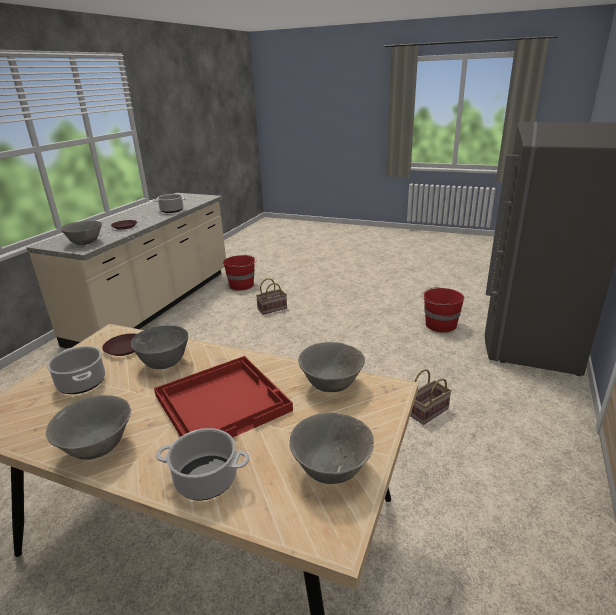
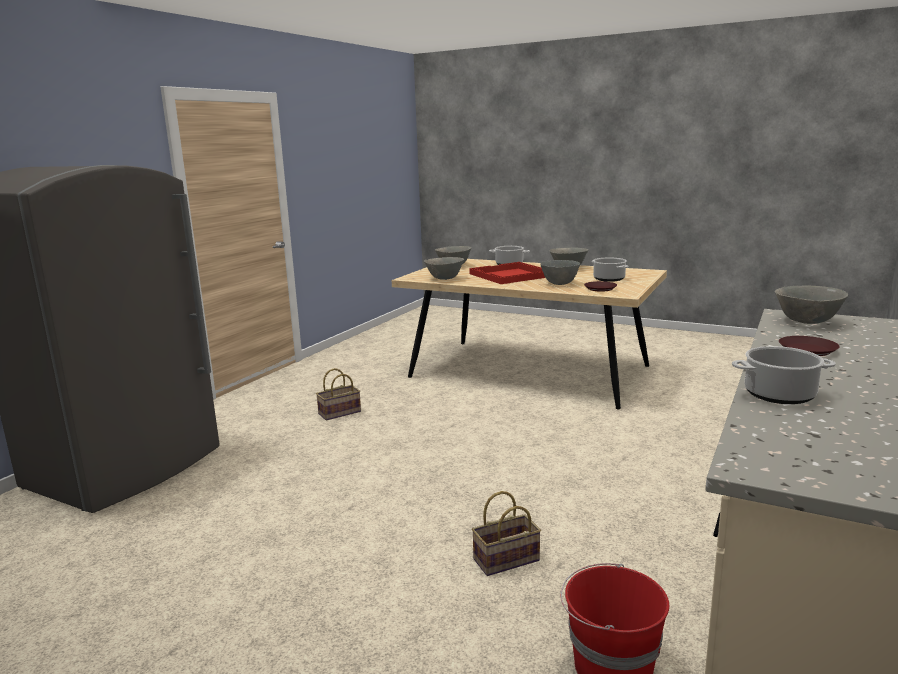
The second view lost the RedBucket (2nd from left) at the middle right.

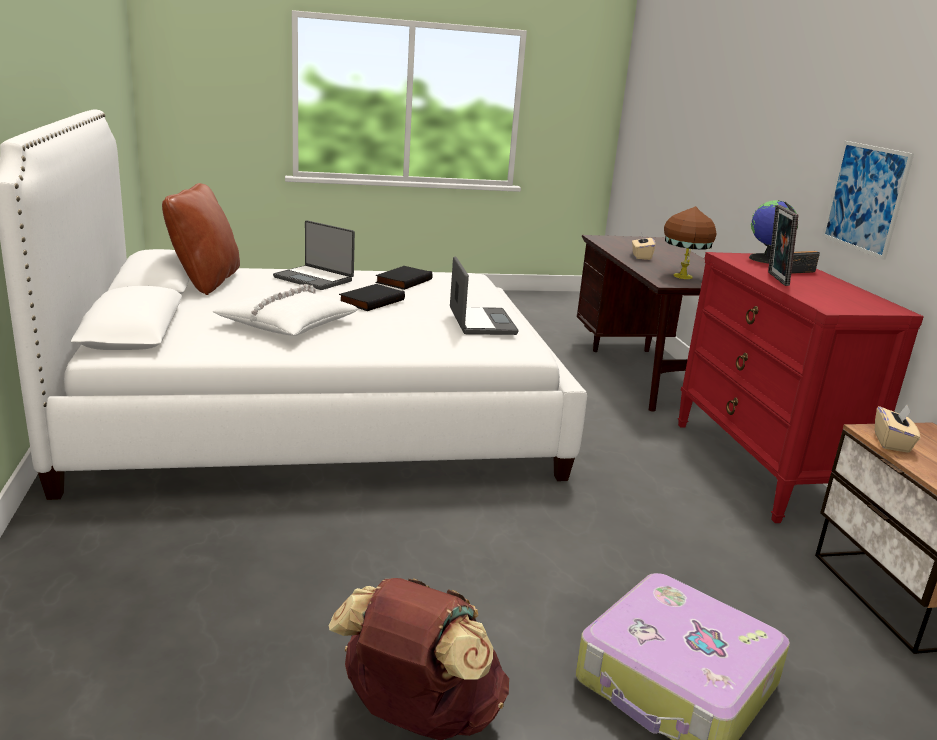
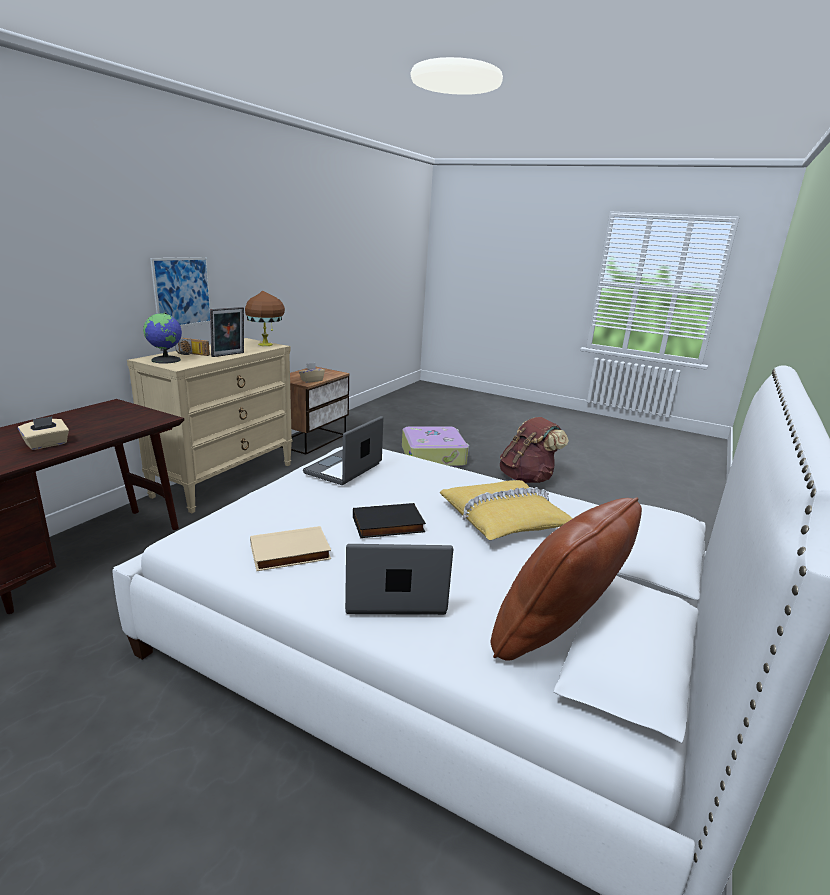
The BrownTableLamp ended up elsewhere, having gone from the top right to the middle left. What was the WhitePillow at the middle left turned into the YellowPillow at the centre. What was the BlackBook (2nd from left) at the centre turned into the BeigeBook at the centre. What was the RedDresser at the middle right turned into the BeigeDresser at the middle left. The Laptop (1st from left in the first image) at the centre ended up facing another way, 75 degrees counterclockwise from before.

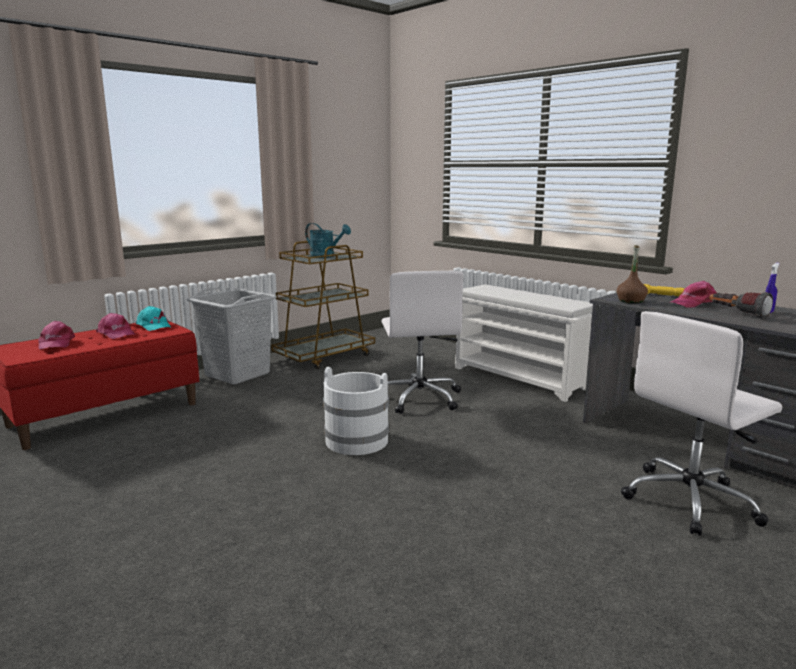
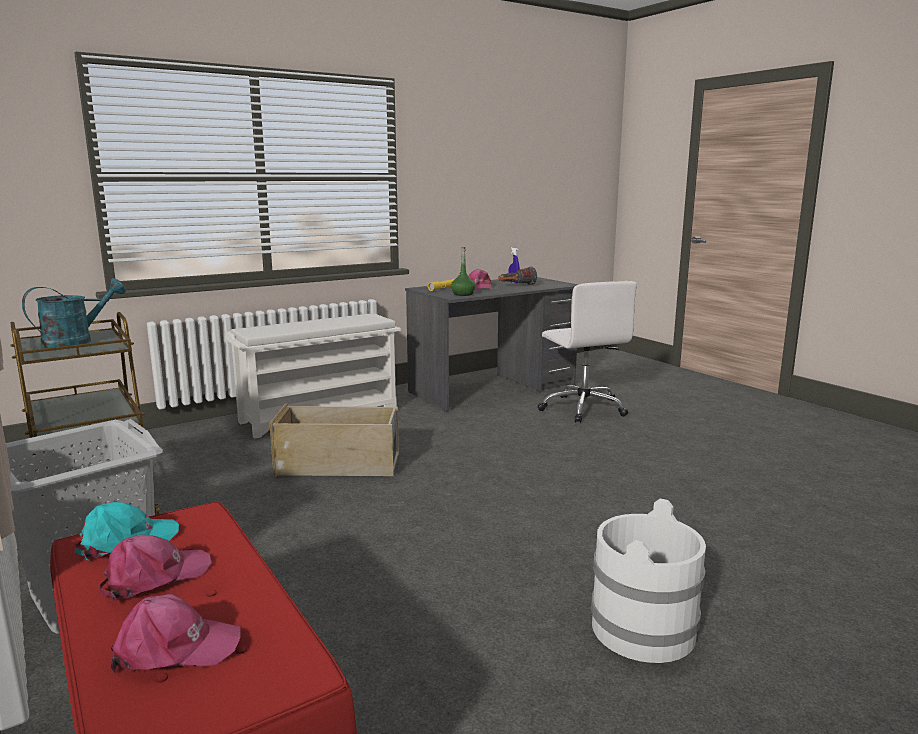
The WhiteBucket ended up elsewhere, having gone from the centre to the bottom right. Where the WhiteOfficeChair (1st from left) stood at the centre, the BeigeStorageBox came to stand at the centre. What was the BrownBottle at the middle right turned into the GreenBottle at the centre.

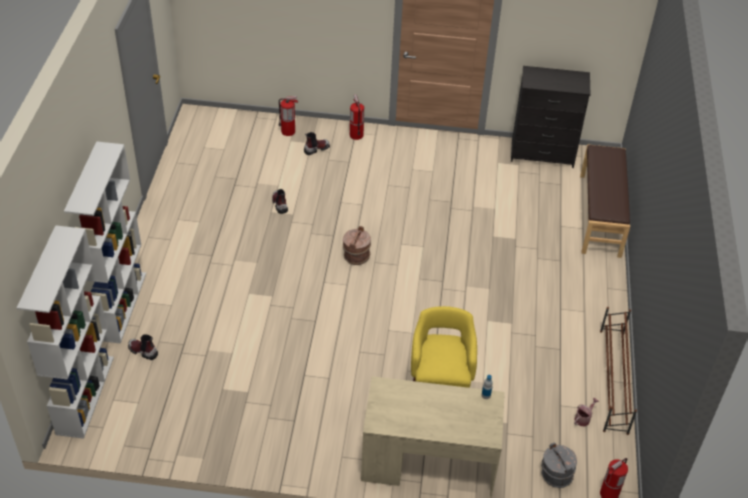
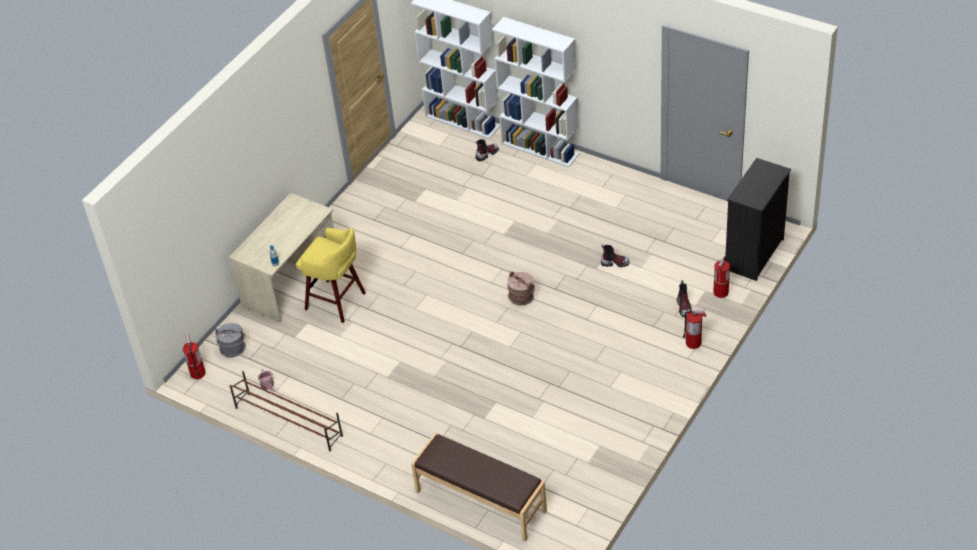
The BlackDresser ended up elsewhere, having gone from the top right to the middle right.

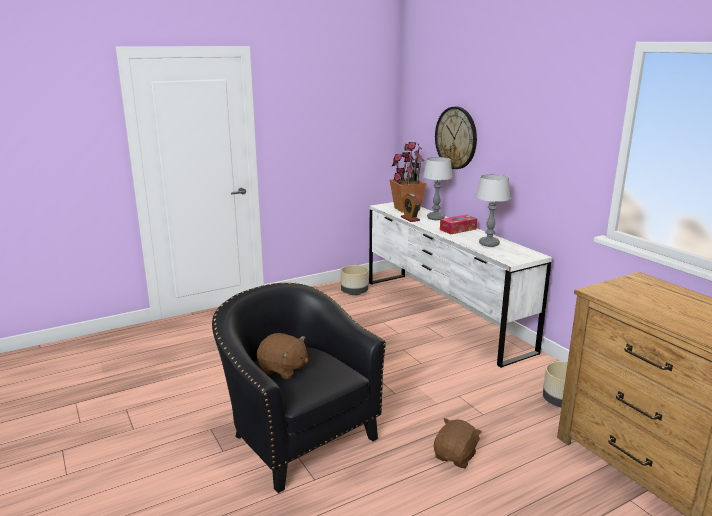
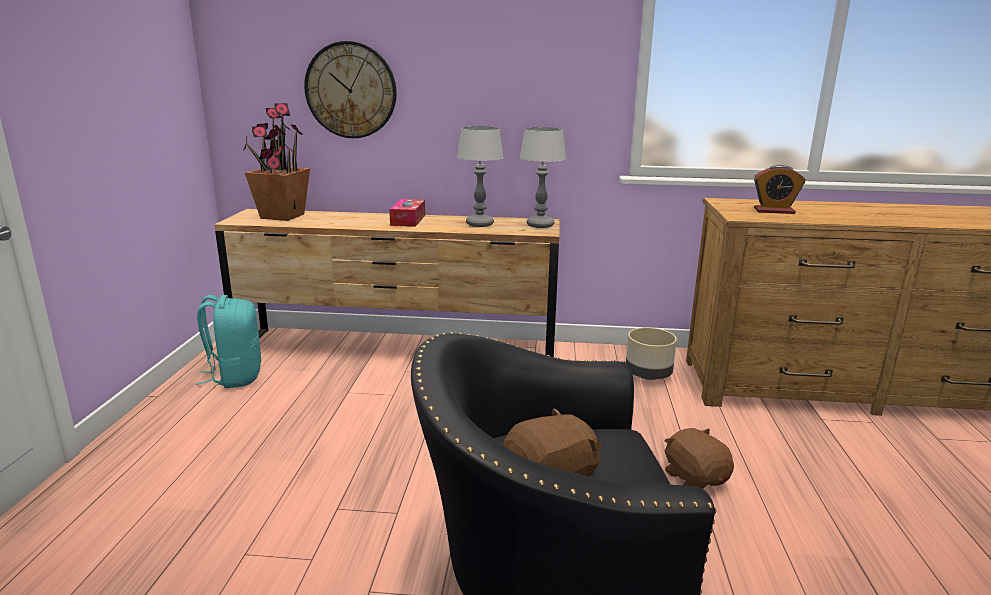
The AlarmClock ended up elsewhere, having gone from the centre to the top right. The TableLamp (1st from left in the first image) ended up elsewhere, having gone from the centre to the top centre. Where the BeigePlanter (1st from left) stood at the centre, the TurquoiseBackpack came to stand at the middle left. What was the WhiteDresser at the centre turned into the BrownDresser (1st from left) at the centre.

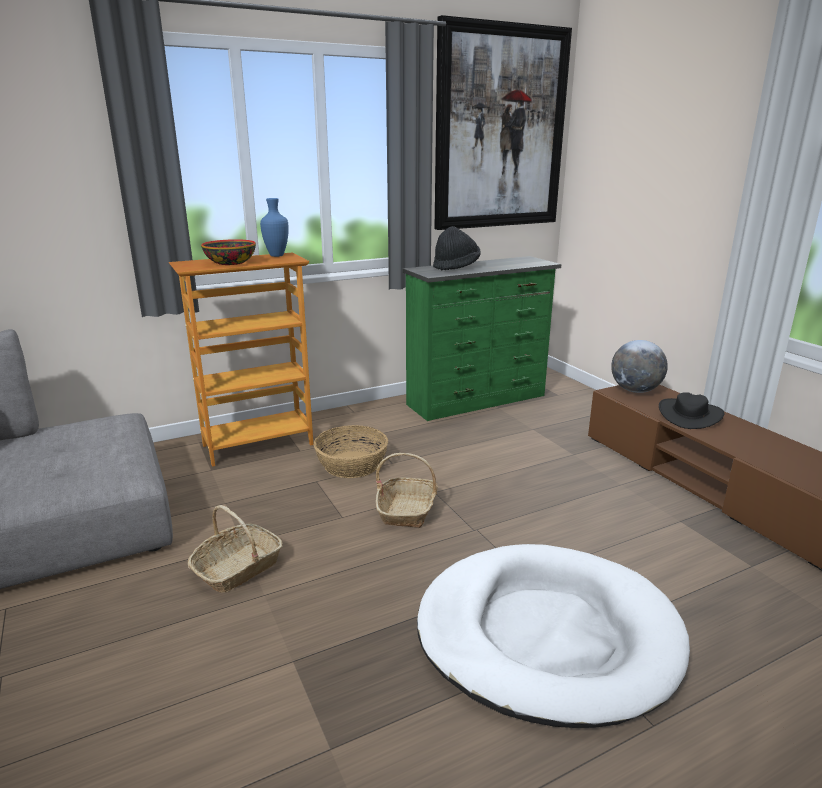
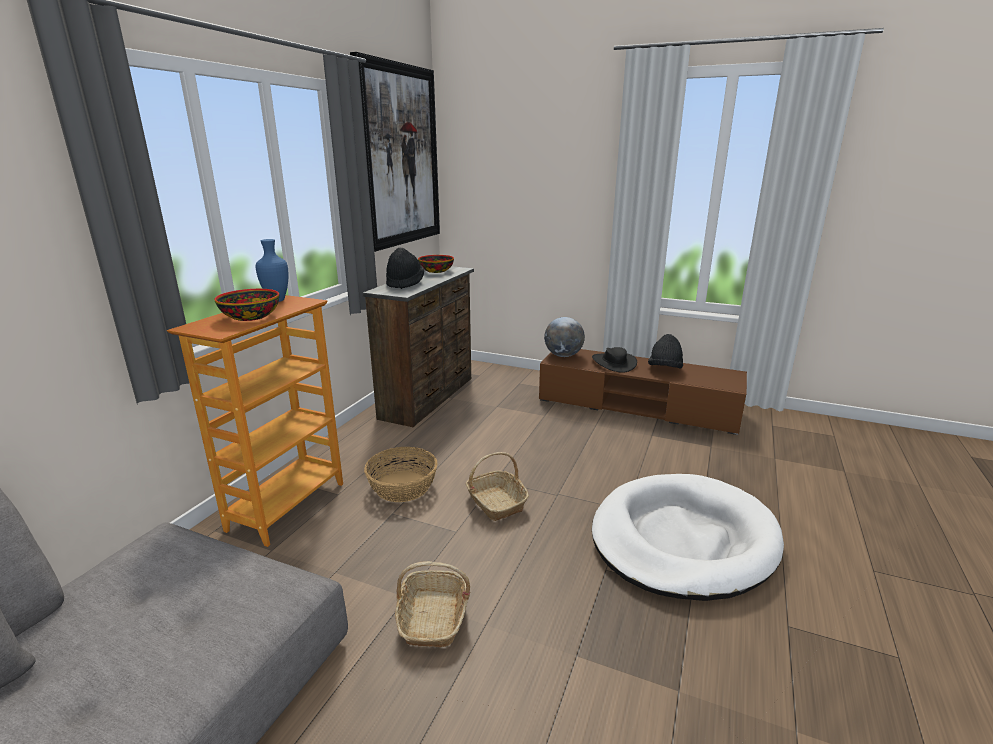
The second view gained the Bowl (2nd from left) at the centre. The second view gained the BlackHat (3rd from left) at the middle right. What was the GreenDresser at the centre turned into the BrownDresser at the centre.

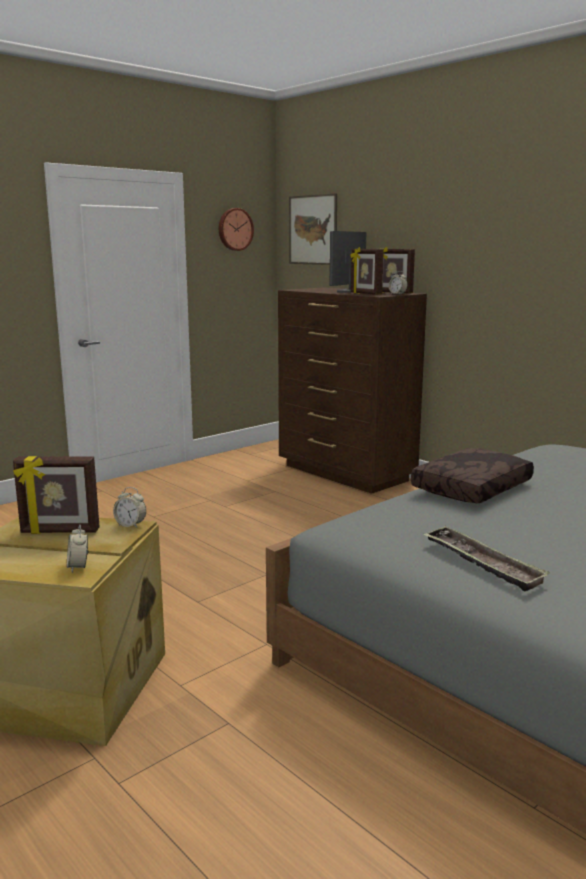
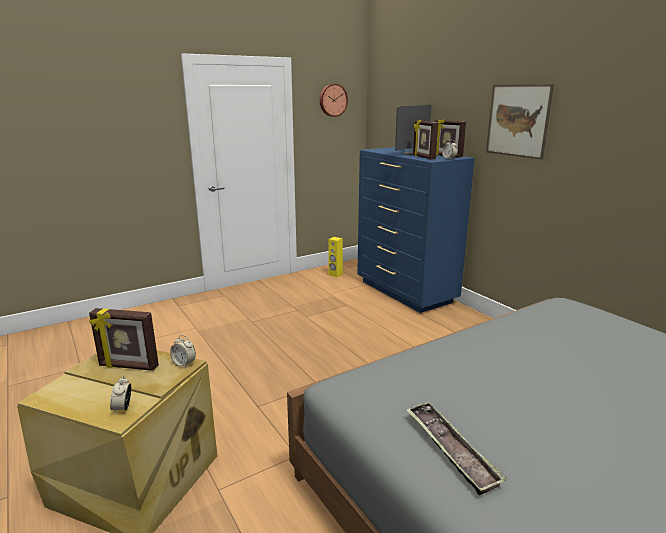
The second view lost the BrownPillow at the middle right. The second view gained the YellowSpeaker at the centre. The Picture ended up elsewhere, having gone from the top centre to the top right. What was the BrownDresser at the centre turned into the BlueDresser at the centre.

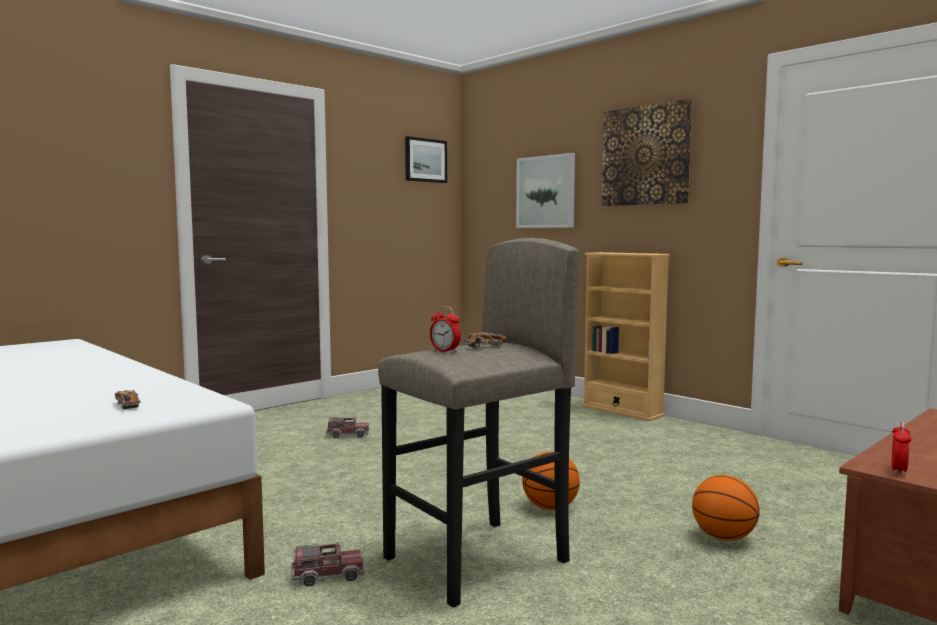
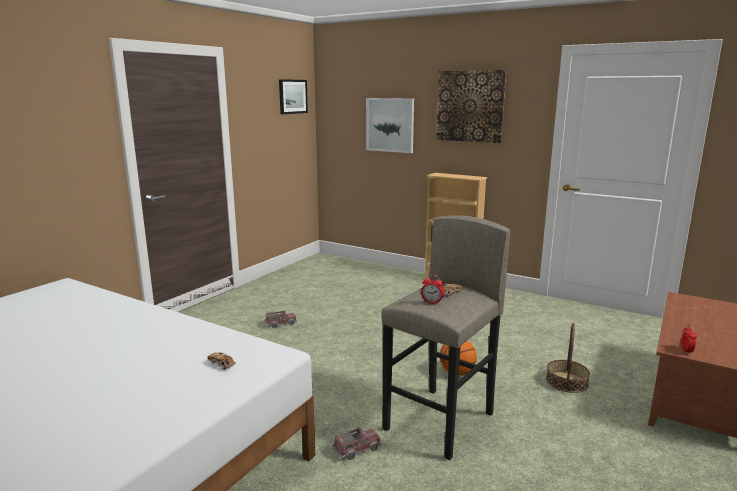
Where the Basketball (2nd from left) stood at the bottom right, the Basket came to stand at the bottom right.

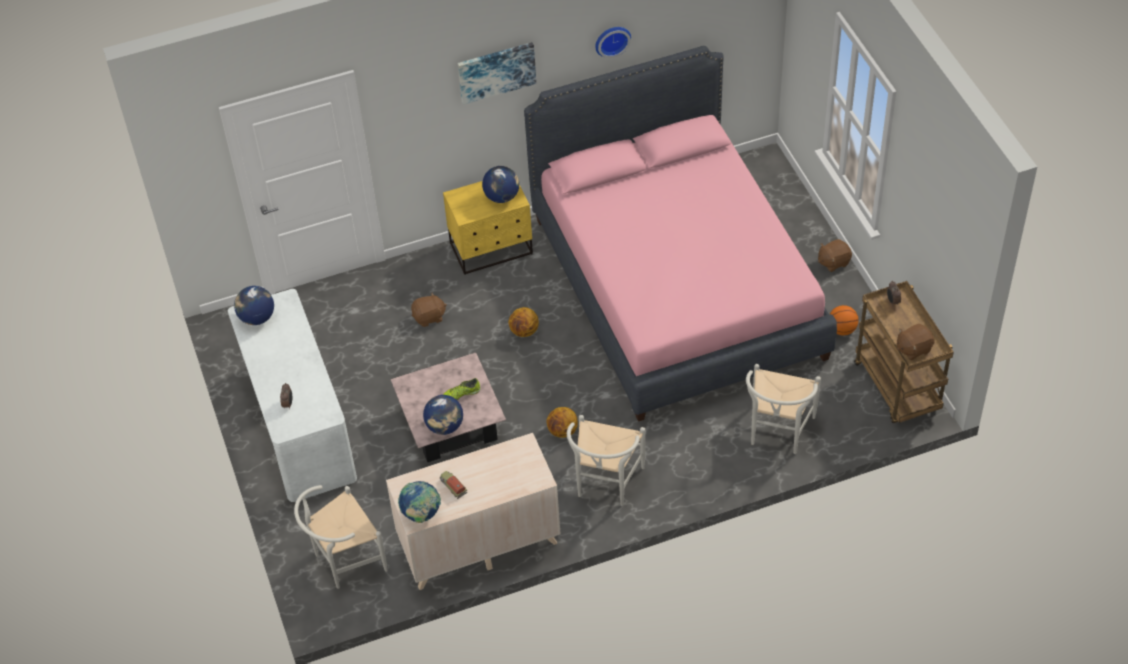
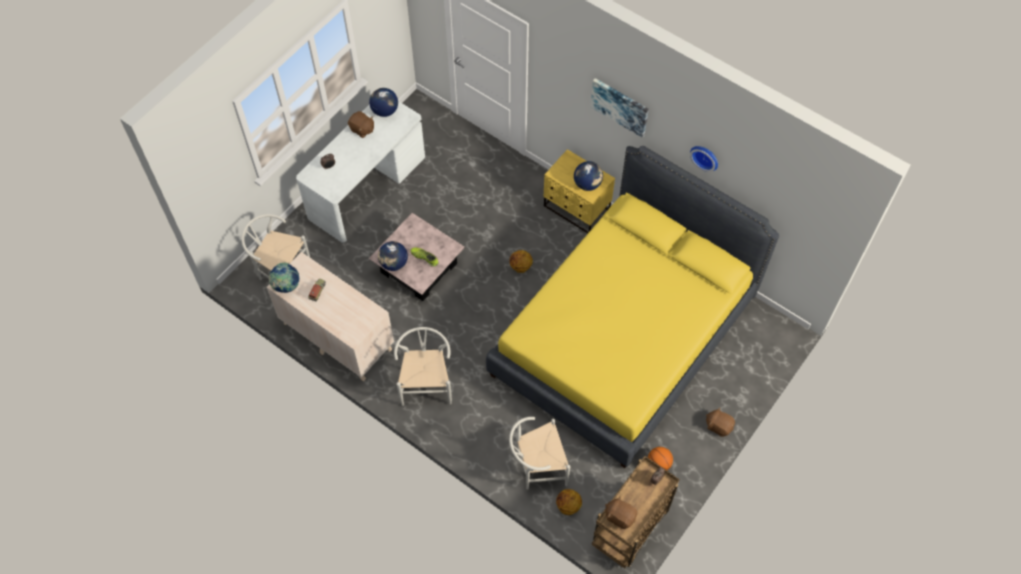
The BrownPlushToy (1st from left) ended up elsewhere, having gone from the centre to the top centre. The Basketball (2nd from left) ended up elsewhere, having gone from the centre to the bottom centre. What was the PinkBed at the centre turned into the YellowBed at the centre. The WhiteChair (2nd from left) at the bottom centre ended up facing another way, 105 degrees clockwise from before.

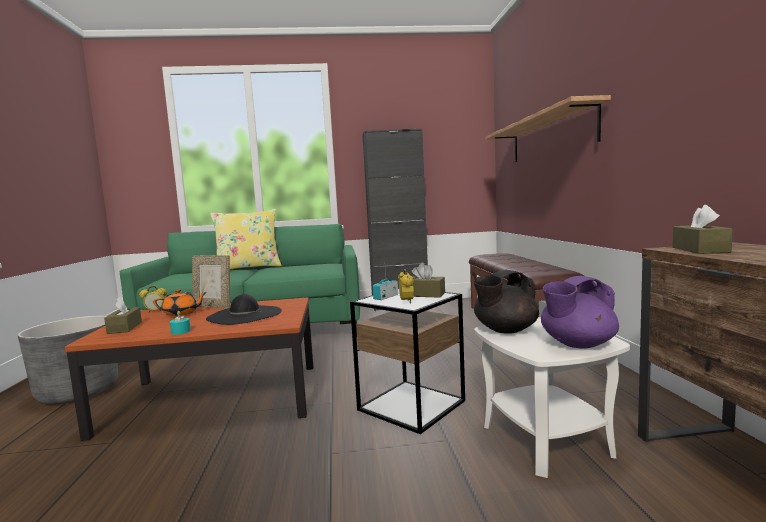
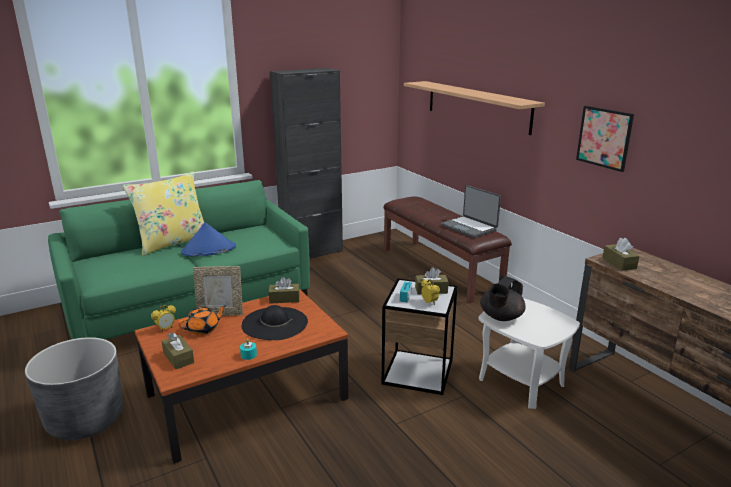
The second view lost the PurpleTeapot at the middle right. The second view gained the BlueHat at the middle left. The second view gained the BrownTissueBox (2nd from left) at the centre. The second view gained the Laptop at the centre. The second view gained the Picture at the top right.

